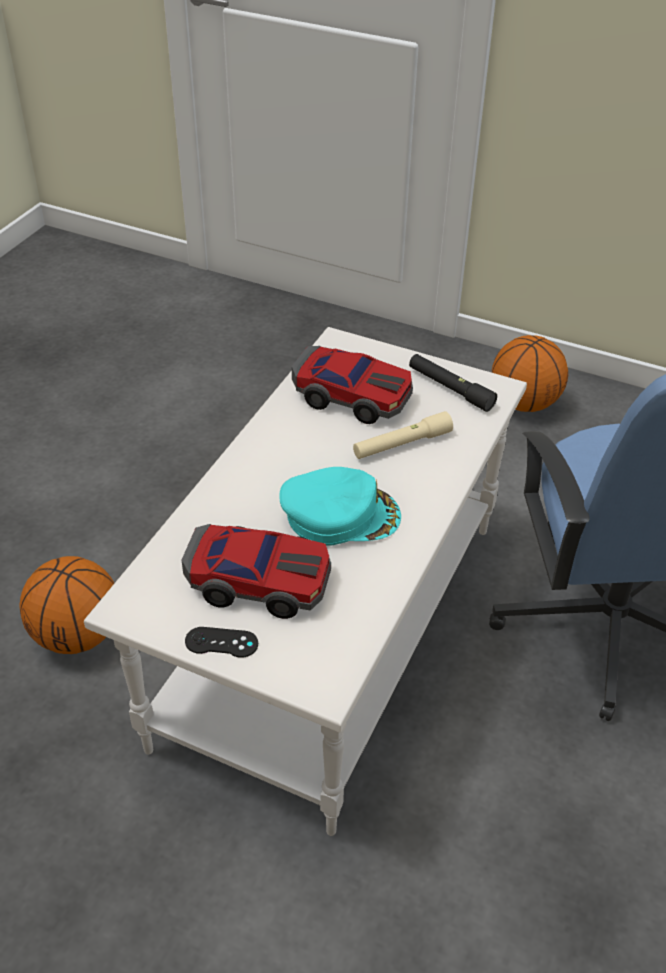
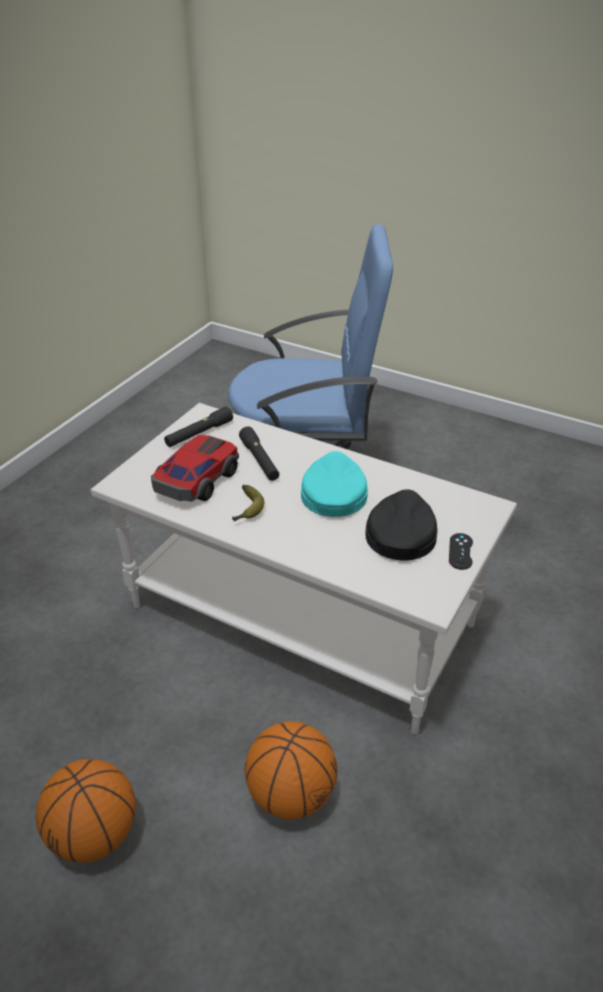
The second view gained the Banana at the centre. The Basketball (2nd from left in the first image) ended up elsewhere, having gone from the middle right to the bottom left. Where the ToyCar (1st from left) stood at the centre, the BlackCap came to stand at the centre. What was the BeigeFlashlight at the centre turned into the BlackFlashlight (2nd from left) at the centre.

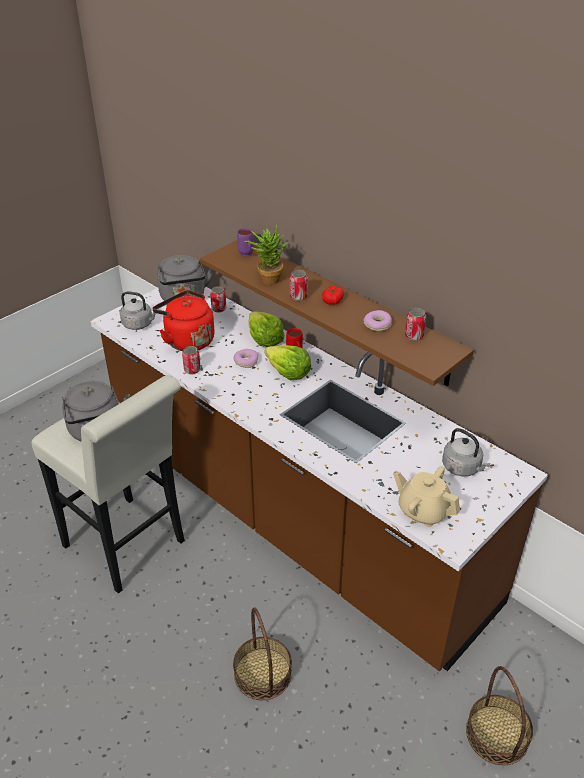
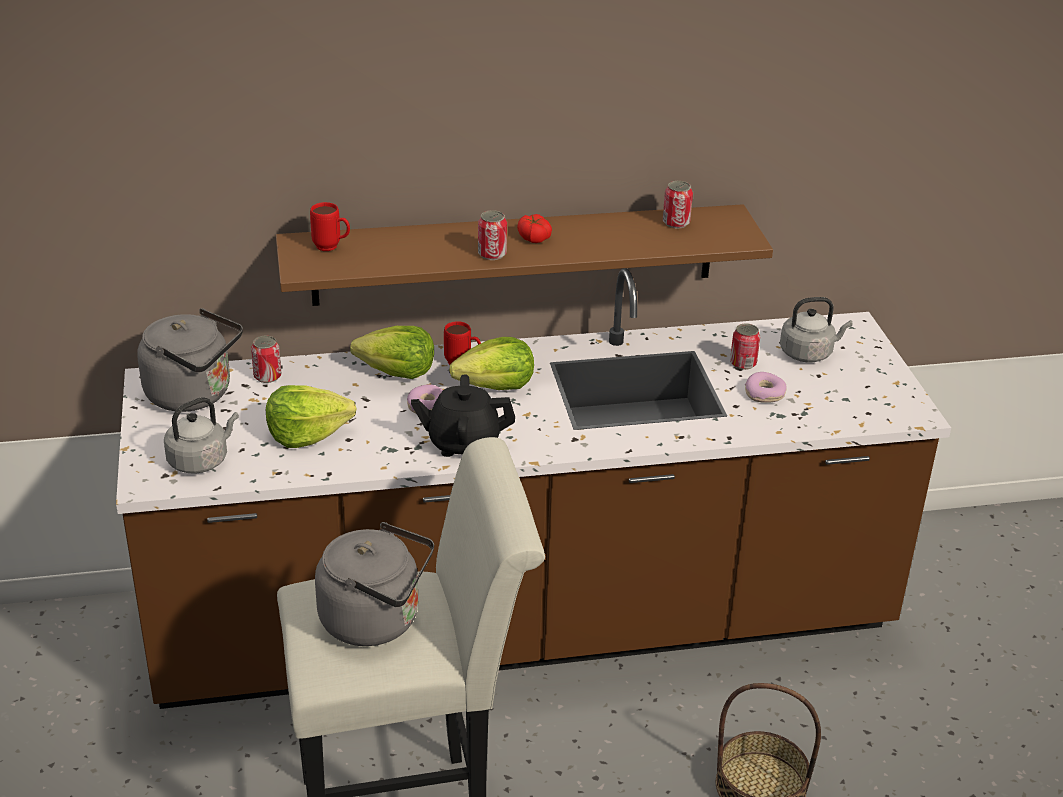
The second view lost the PottedPlant at the top centre. The second view lost the BeigeTeapot at the middle right. The second view lost the Basket (2nd from left) at the bottom right. The second view gained the BlackTeapot at the centre. The Can (1st from left in the first image) ended up elsewhere, having gone from the middle left to the middle right. The Donut (2nd from left) ended up elsewhere, having gone from the centre to the middle right. Where the RedKettle stood at the middle left, the Lettuce (1st from left) came to stand at the middle left. What was the PurpleMug at the top centre turned into the RedMug (1st from left) at the top left.

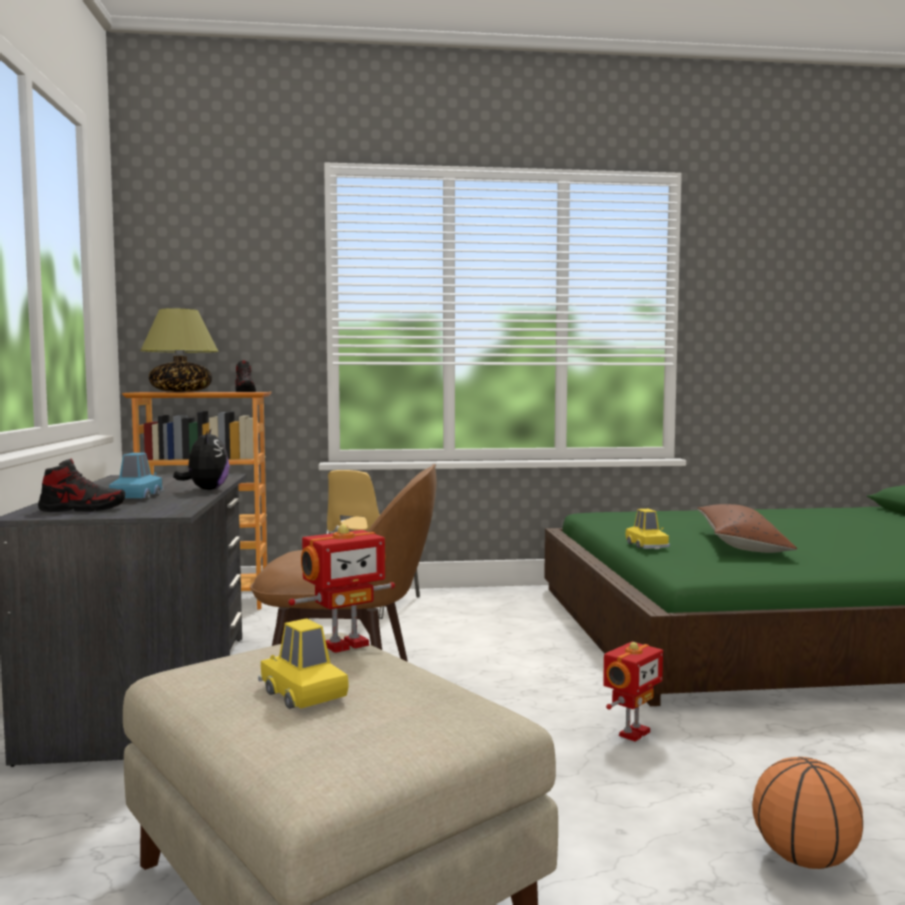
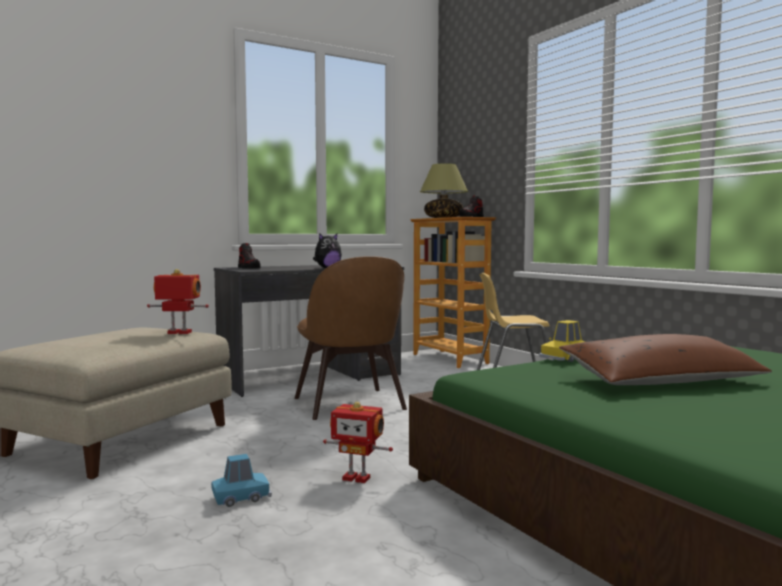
The second view lost the YellowToyCar (1st from left) at the bottom centre. The second view lost the Basketball at the bottom right. The BlueToyCar ended up elsewhere, having gone from the middle left to the bottom left. The ToyRobot (1st from left) at the centre ended up facing another way, 150 degrees clockwise from before.

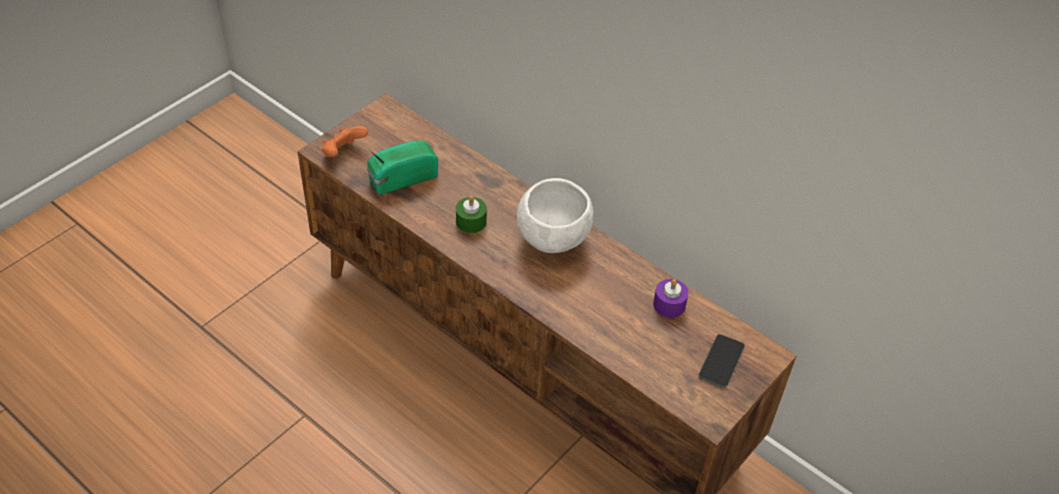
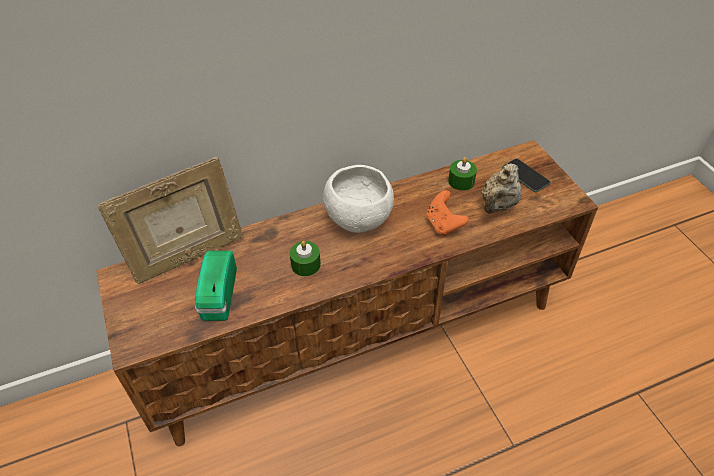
The second view gained the PictureFrame at the middle left. The second view gained the BeigeTeapot at the middle right. The OrangeGameController ended up elsewhere, having gone from the top left to the centre. What was the PurpleCandle at the centre turned into the GreenCandle (2nd from left) at the centre.

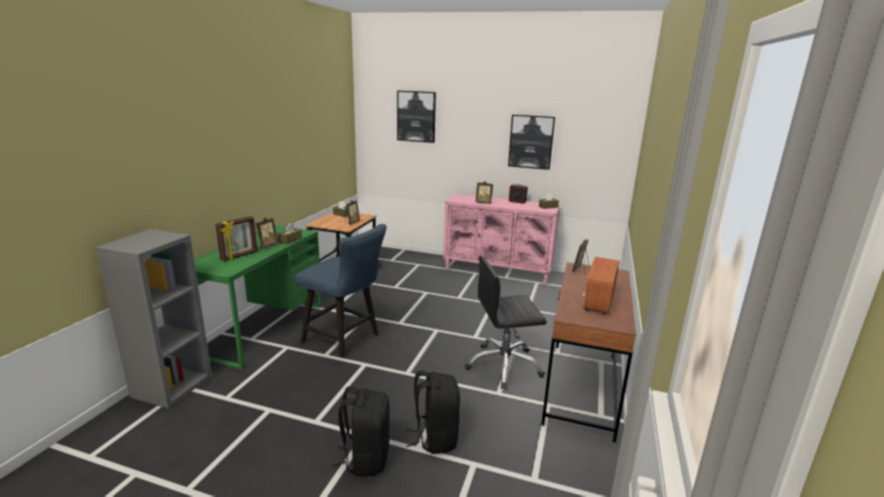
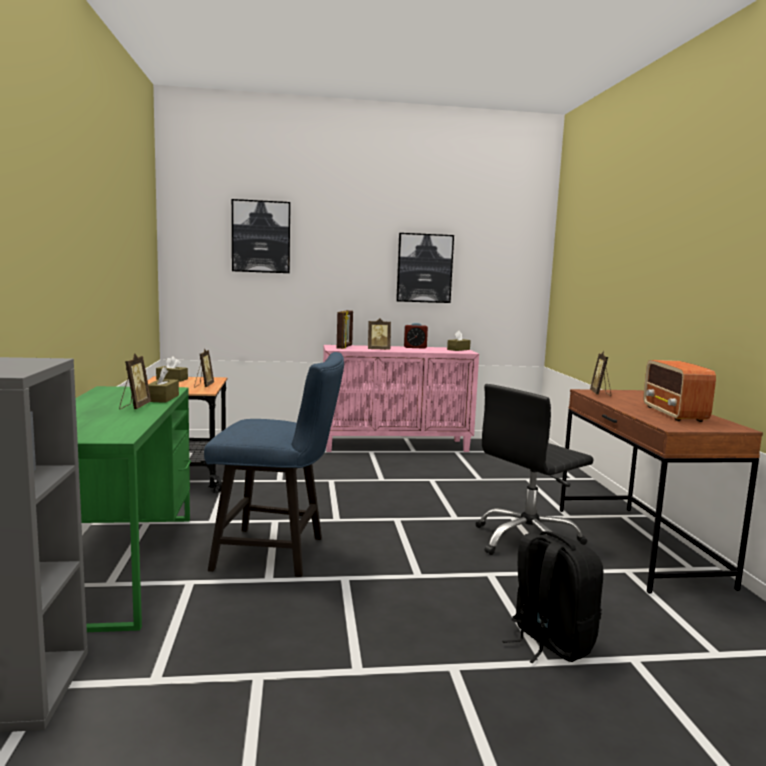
The second view lost the BlackBackpack (1st from left) at the bottom centre. The PictureFrame (1st from left in the first image) ended up elsewhere, having gone from the middle left to the centre.

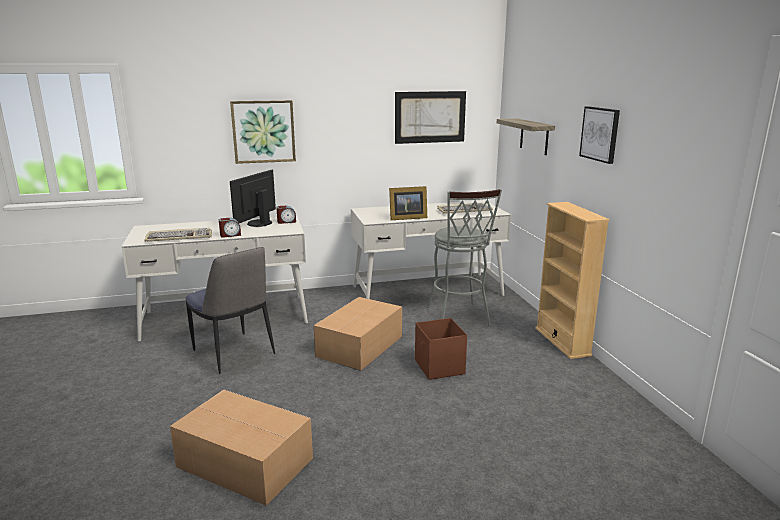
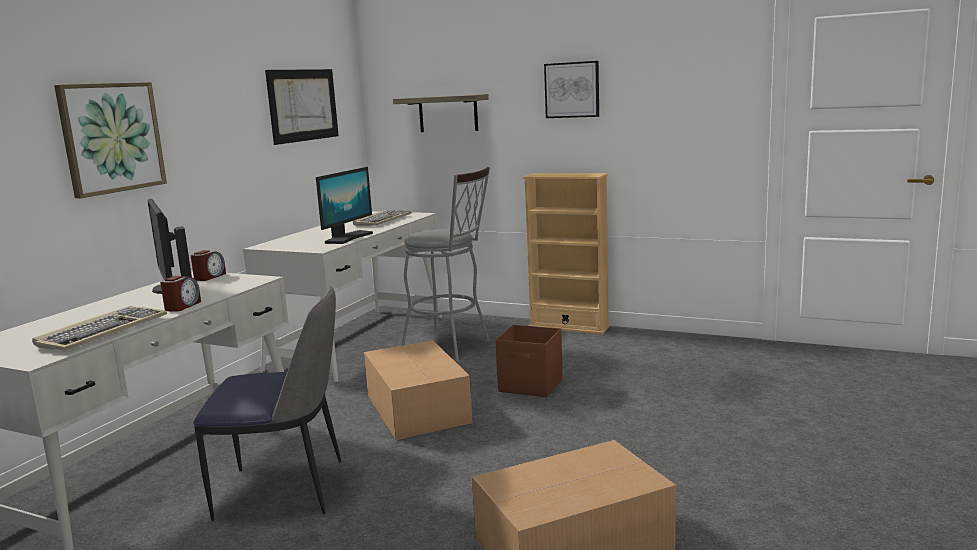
Where the PictureFrame stood at the centre, the Monitor (2nd from left) came to stand at the centre.

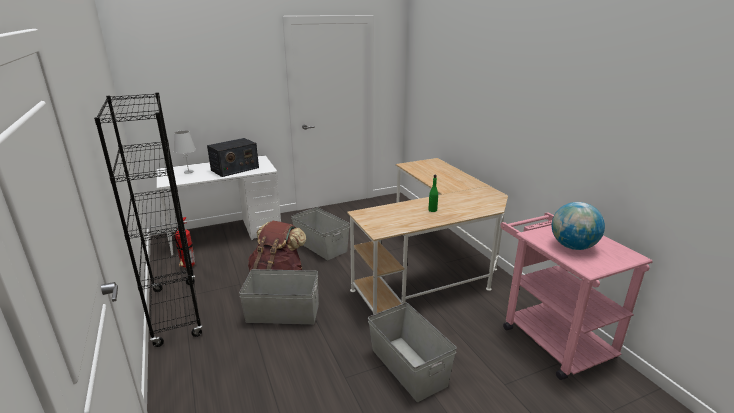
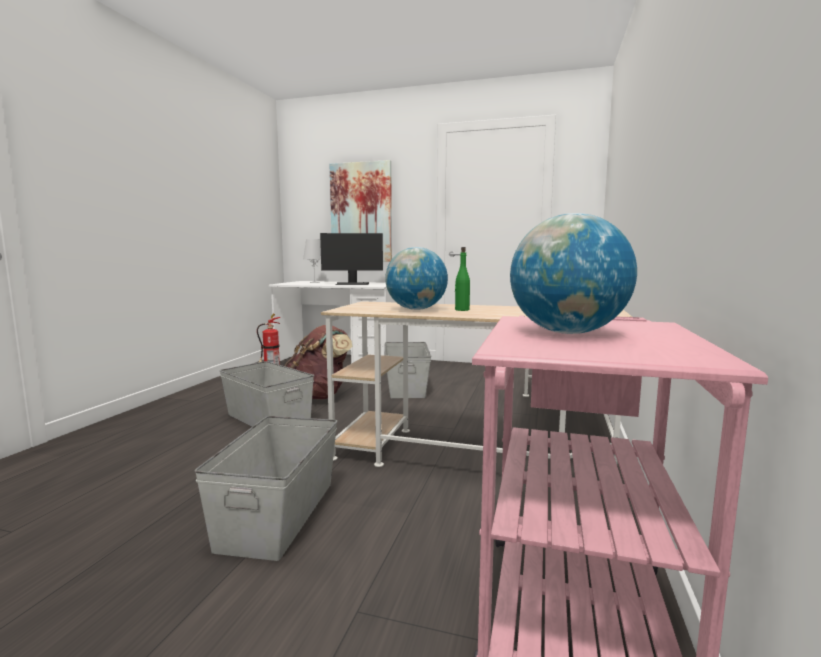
The second view lost the BlackBookcase at the middle left. The second view gained the Picture at the top centre. The second view gained the Globe (1st from left) at the centre. Where the Radio stood at the middle left, the Monitor came to stand at the centre.

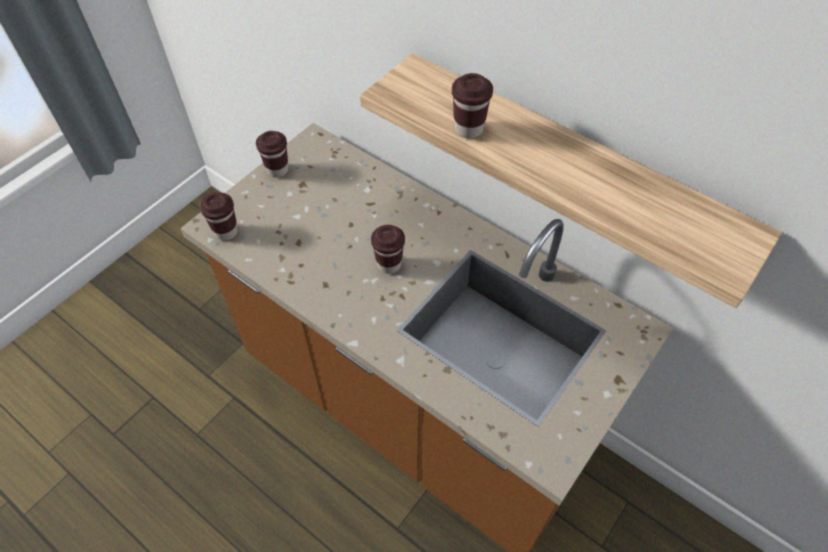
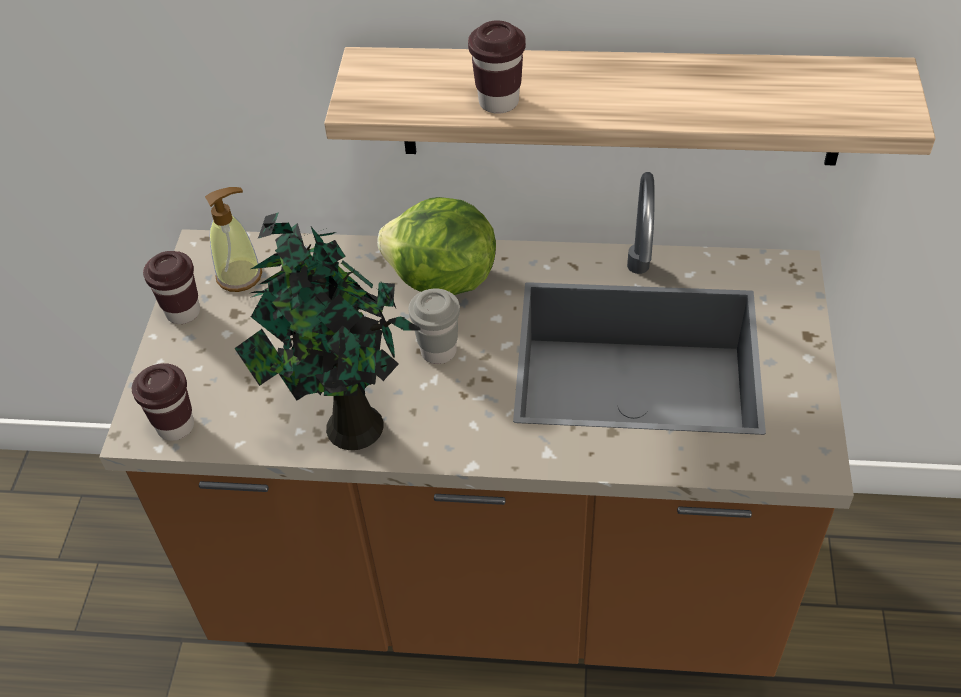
The second view gained the SoapDispenser at the middle left. The second view gained the PottedPlant at the centre. The second view gained the Lettuce at the centre. What was the BrownCup (3rd from left) at the centre turned into the GreyCup at the centre.

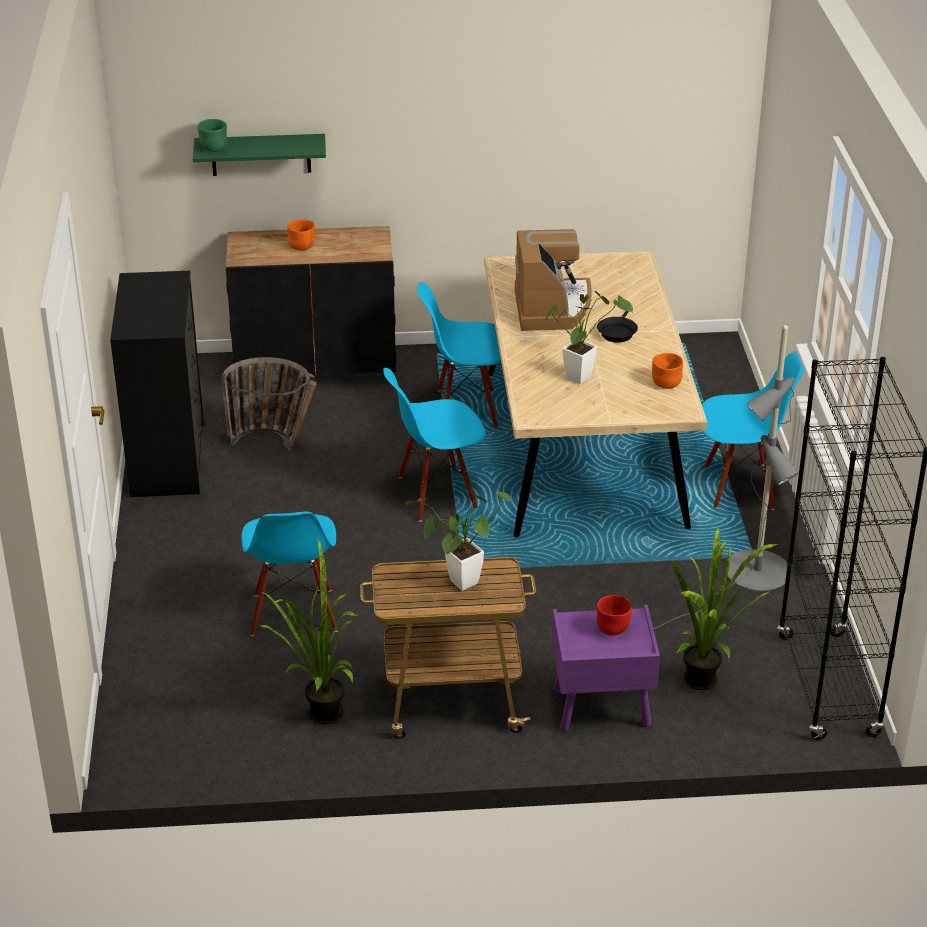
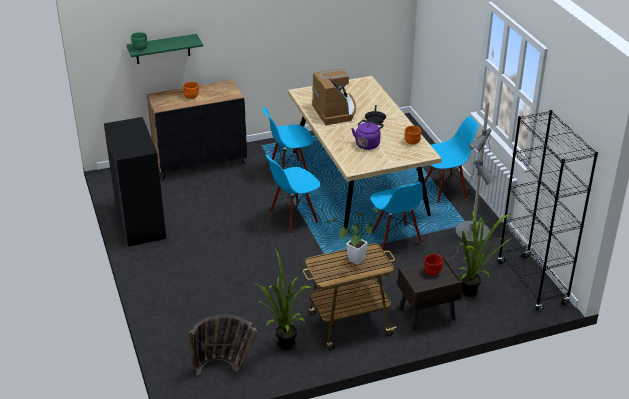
The Basket ended up elsewhere, having gone from the middle left to the bottom centre. The BlueChair (1st from left in the first image) ended up elsewhere, having gone from the middle left to the centre. Where the PottedPlant (3rd from left) stood at the centre, the PurpleKettle came to stand at the centre. What was the PurpleNightstand at the bottom centre turned into the BrownNightstand at the bottom right.

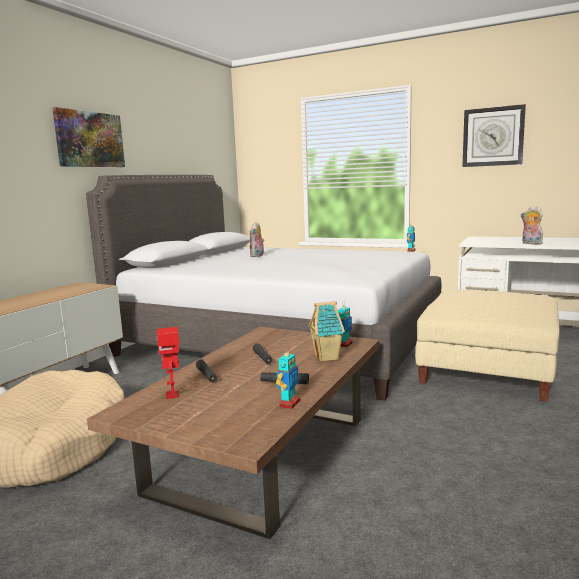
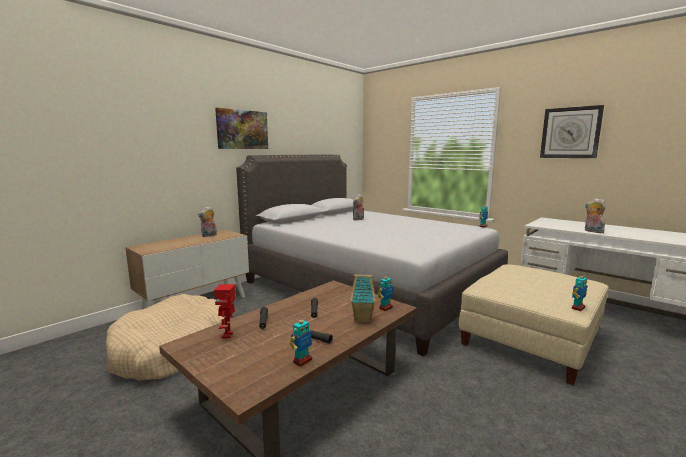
The second view gained the PlushToy (1st from left) at the middle left. The second view gained the ToyRobot (5th from left) at the middle right.

